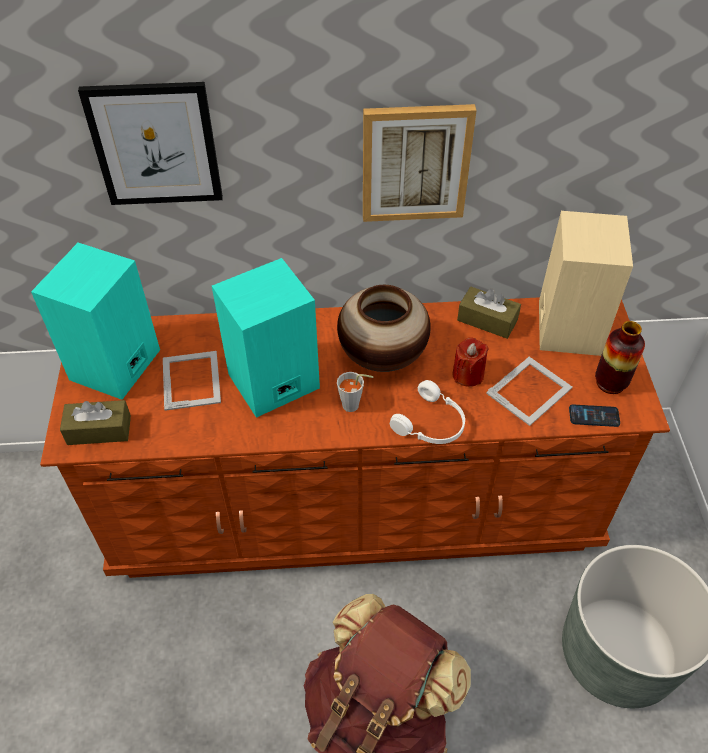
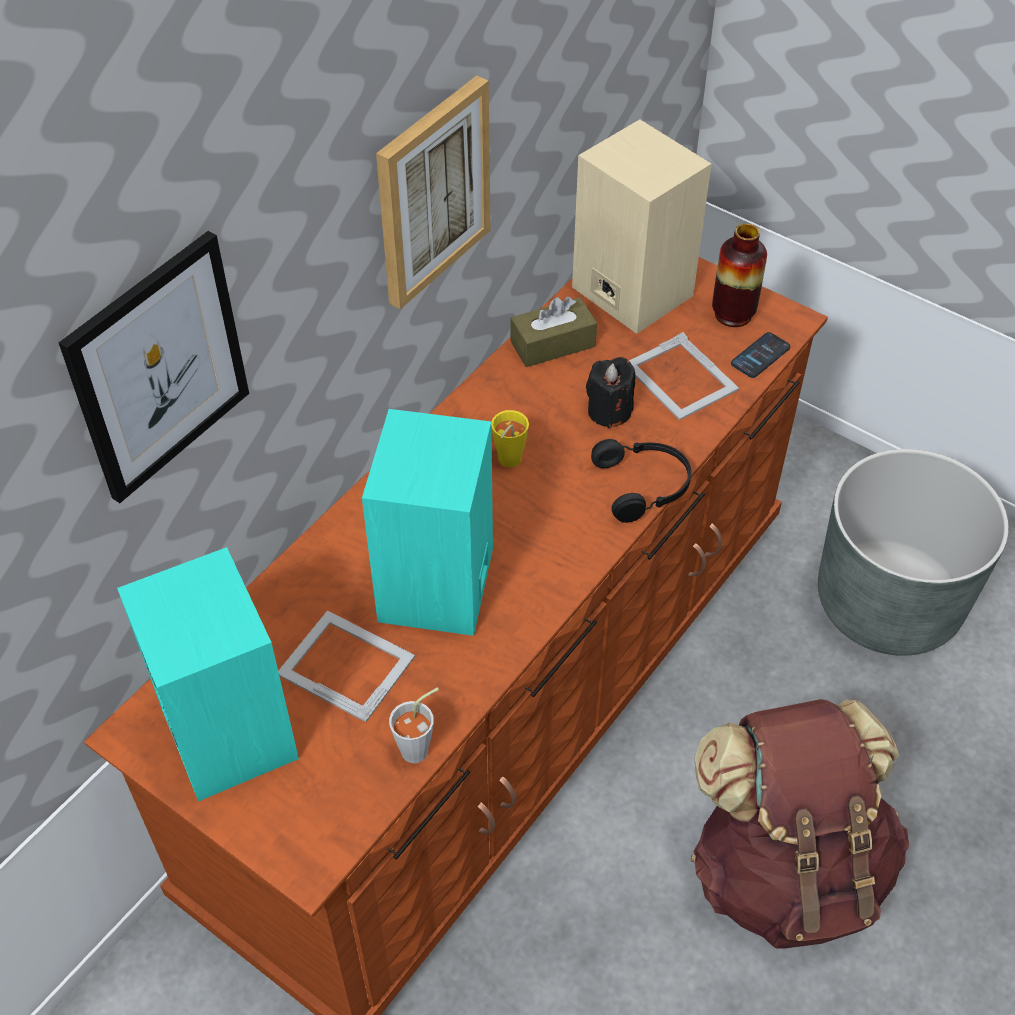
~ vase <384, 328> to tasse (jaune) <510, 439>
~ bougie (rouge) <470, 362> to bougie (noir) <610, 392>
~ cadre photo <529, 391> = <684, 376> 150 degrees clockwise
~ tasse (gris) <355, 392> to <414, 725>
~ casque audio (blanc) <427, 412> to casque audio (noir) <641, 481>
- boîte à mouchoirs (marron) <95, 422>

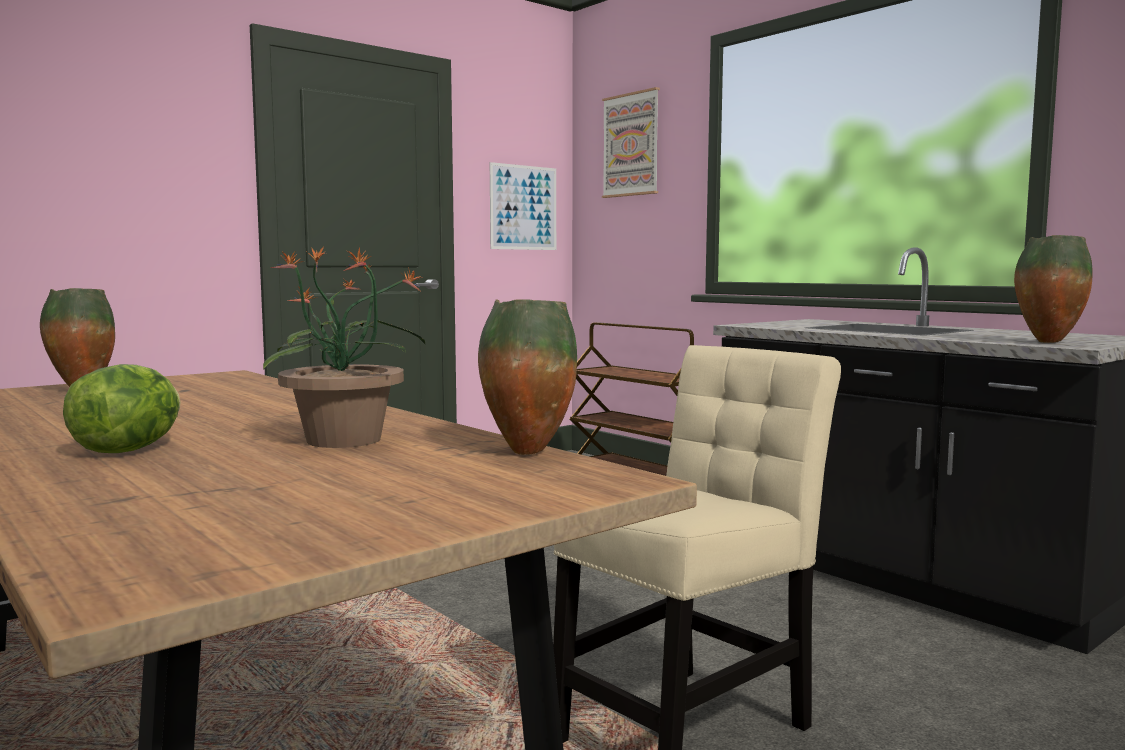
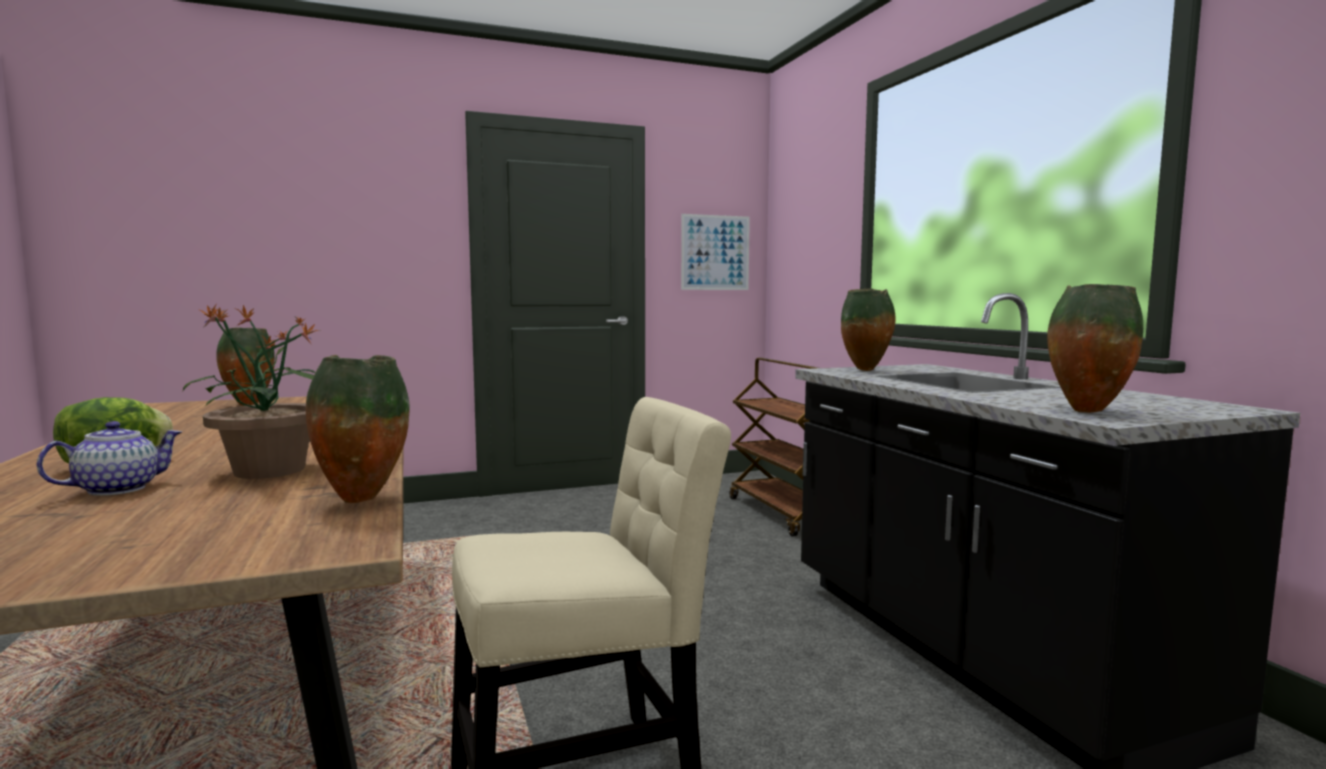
- tableau <631, 142>
+ vase <868, 330>
+ théière <109, 458>

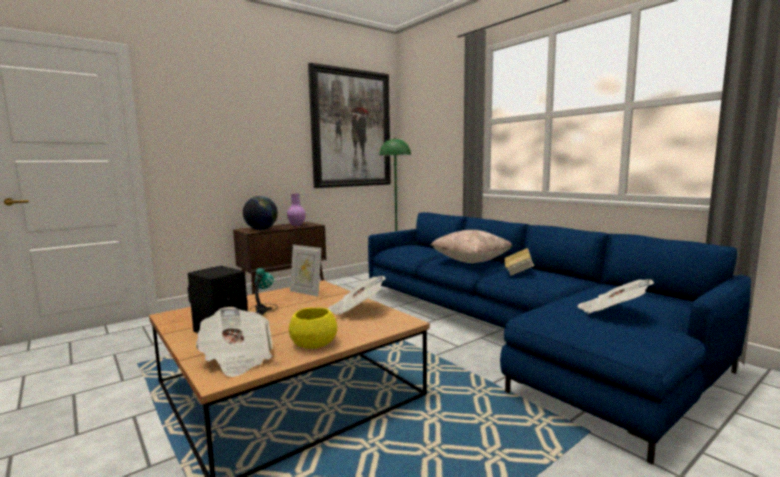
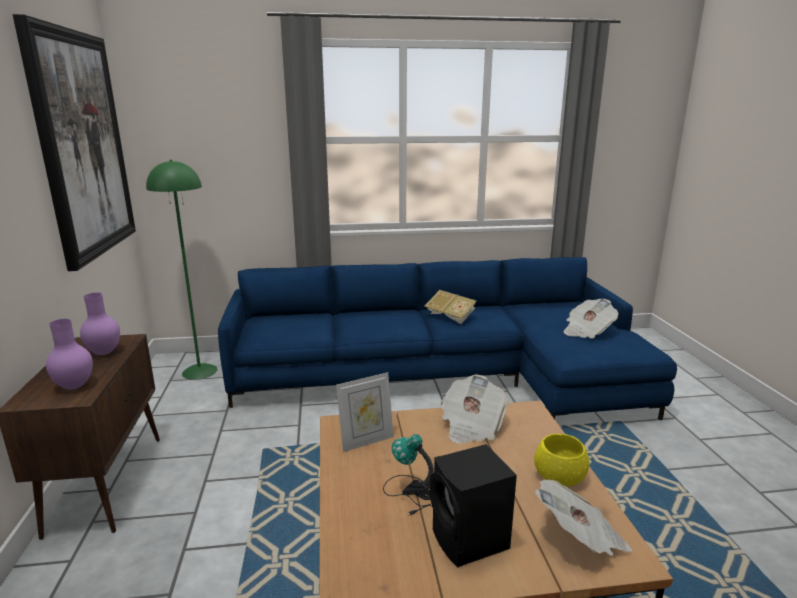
~ globe <260, 213> to vase (violet) <69, 354>
- coussin (beige) <471, 246>

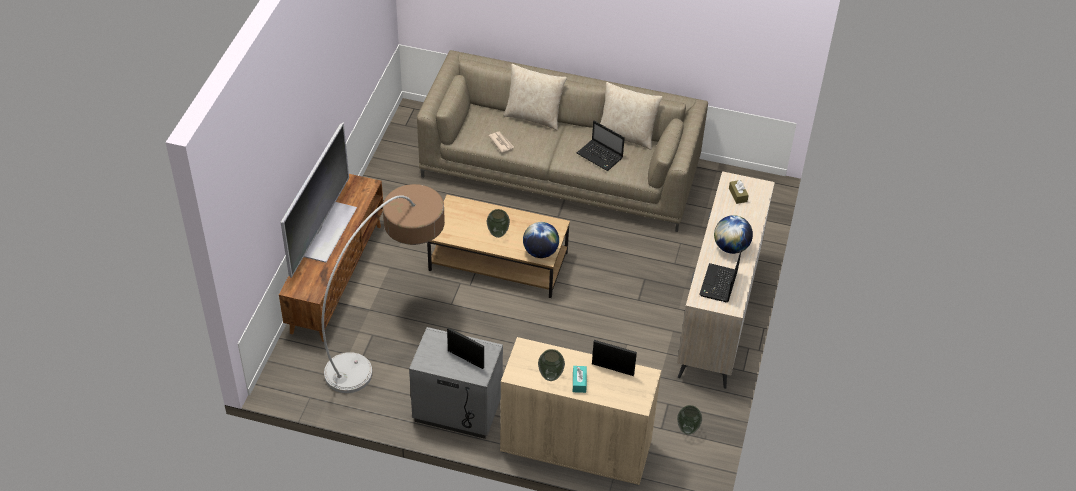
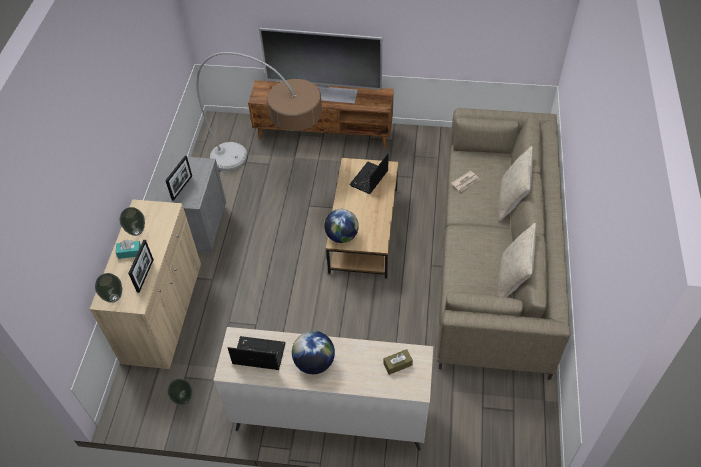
~ ordinateur portable <601, 146> to <369, 173>
~ vase <498, 223> to <108, 288>

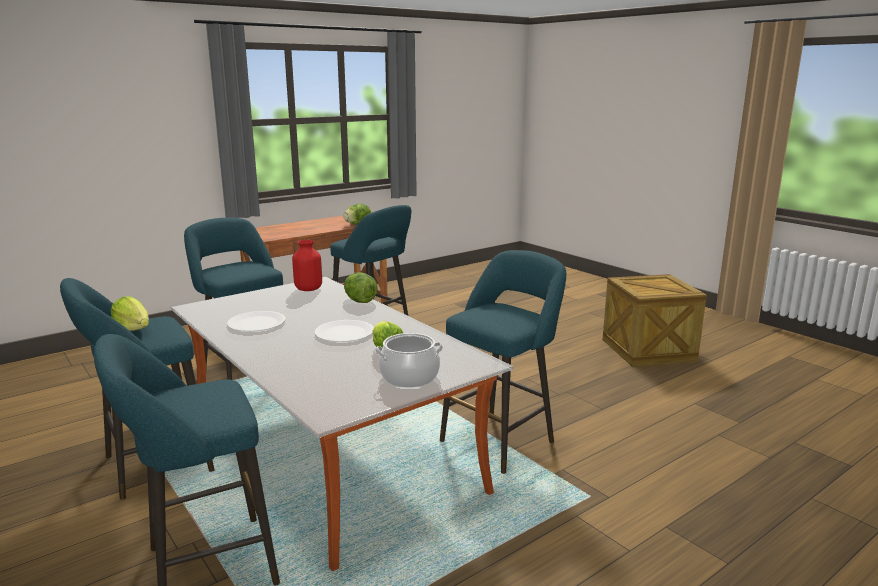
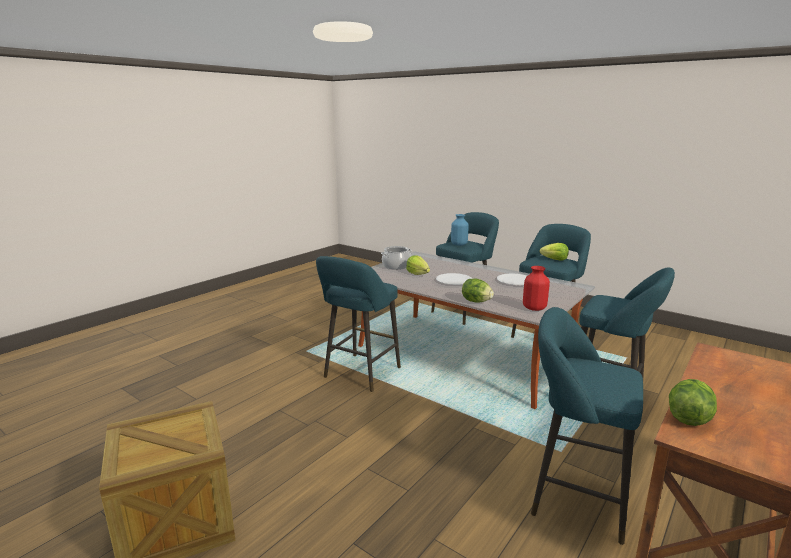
+ vase (bleu) <460, 230>

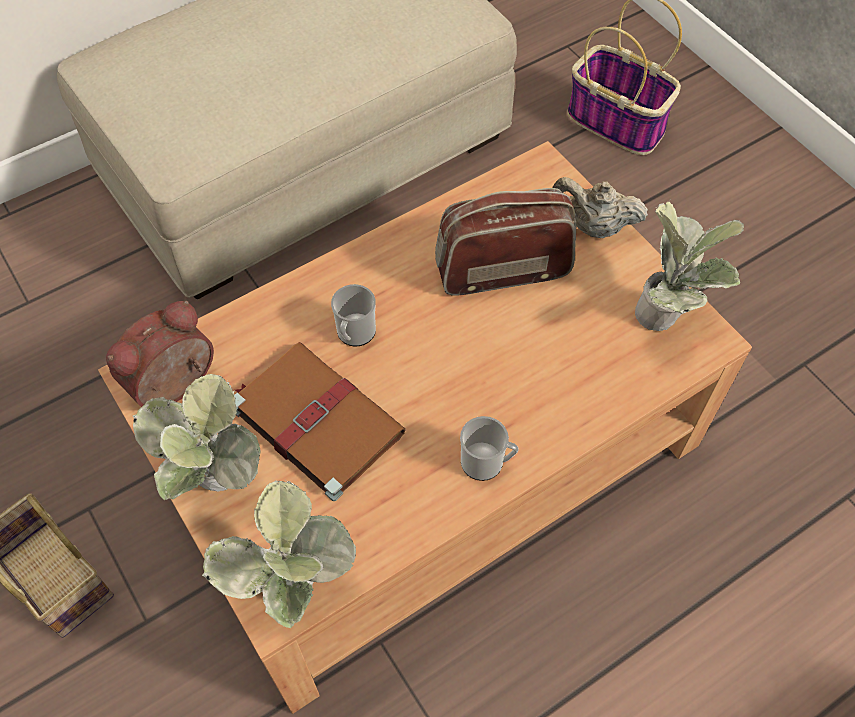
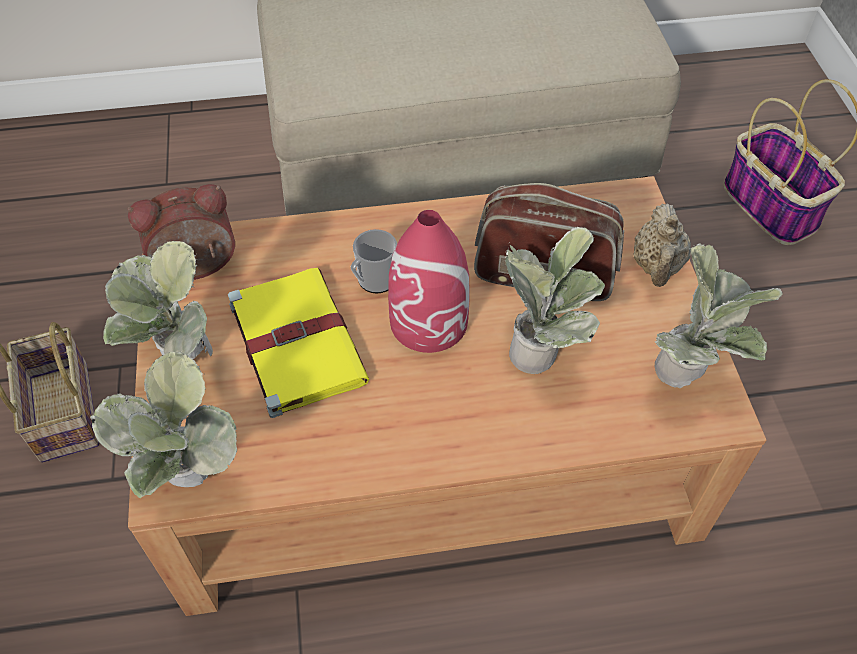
~ théière (beige) <600, 207> = <662, 245> 120 degrees counterclockwise
~ livre (marron) <320, 421> to livre (jaune) <298, 343>
- mug <489, 448>
+ vase (rouge) <429, 281>
+ plante en pot <555, 300>

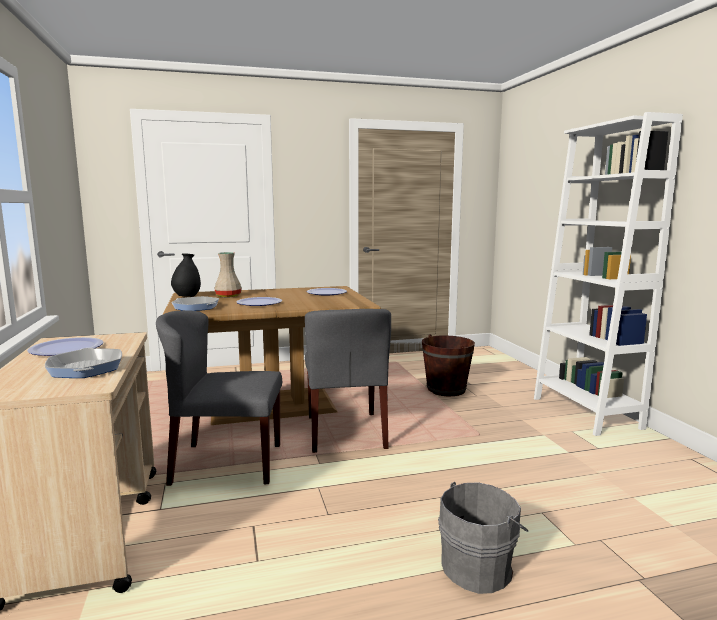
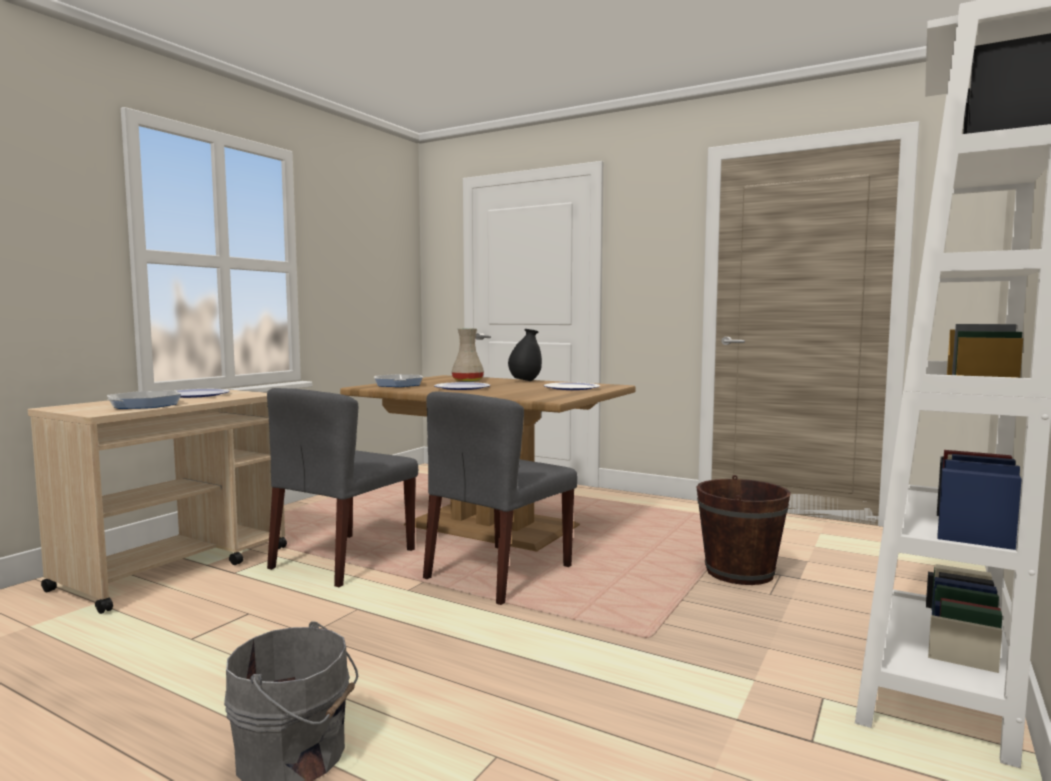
~ vase (noir) <186, 275> to <525, 355>
~ chaise (gris) <219, 398> = <342, 487> 105 degrees counterclockwise

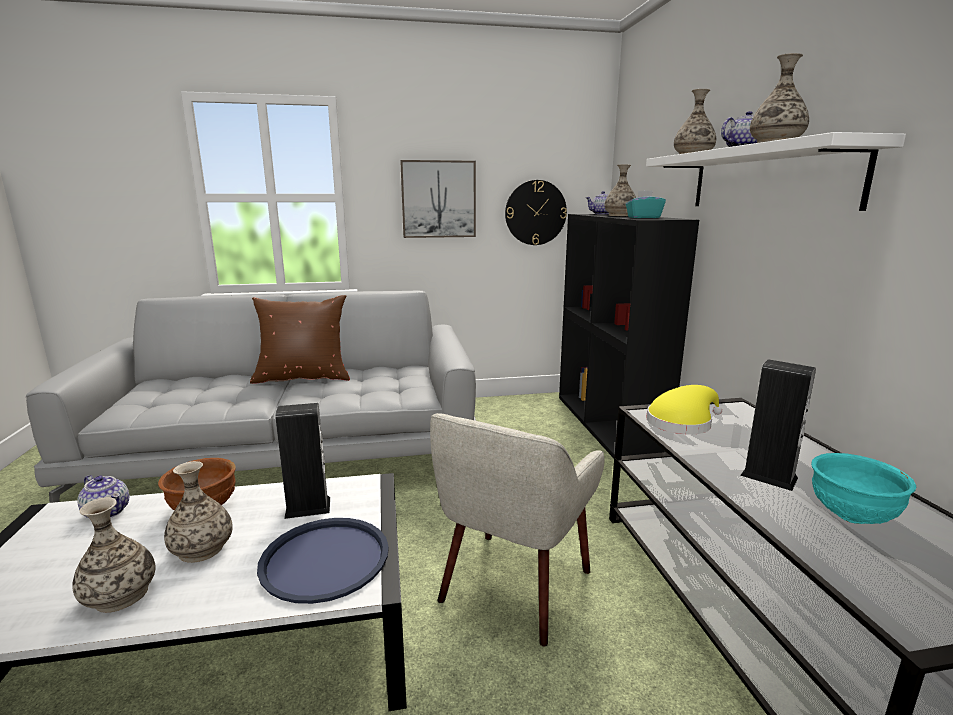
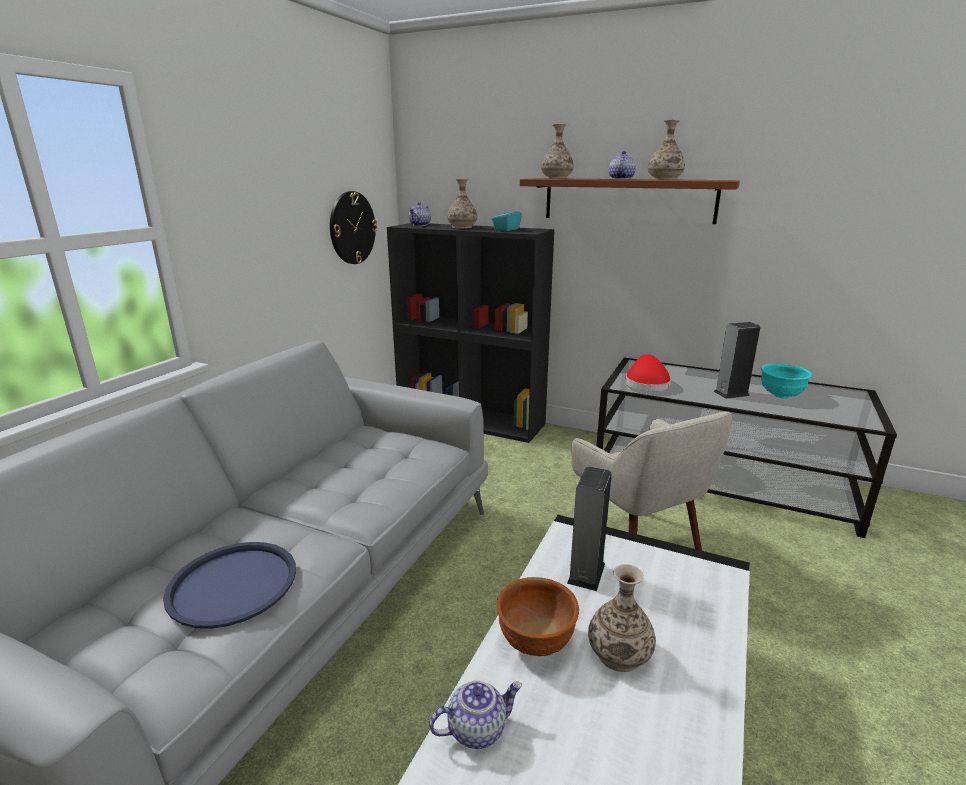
~ étagère (blanc) <776, 171> to étagère (marron) <630, 201>
- tableau <438, 199>
- coussin (marron) <300, 339>
~ chapeau (jaune) <684, 409> to chapeau (rouge) <648, 373>
- vase <114, 555>
~ plateau (bleu) <323, 561> to <229, 585>

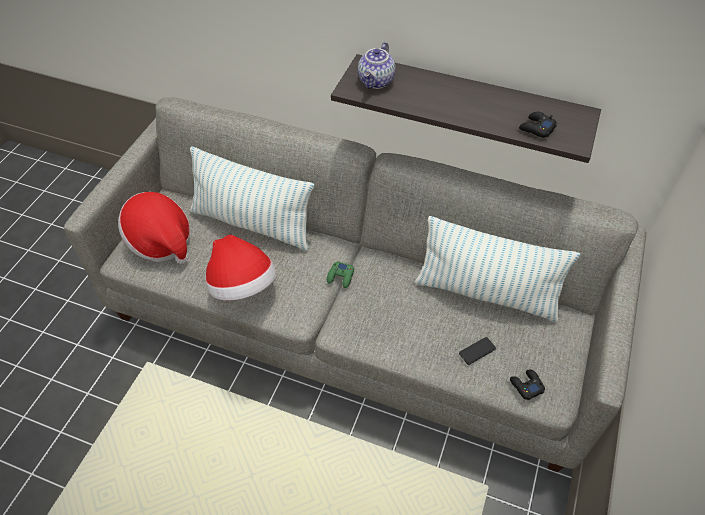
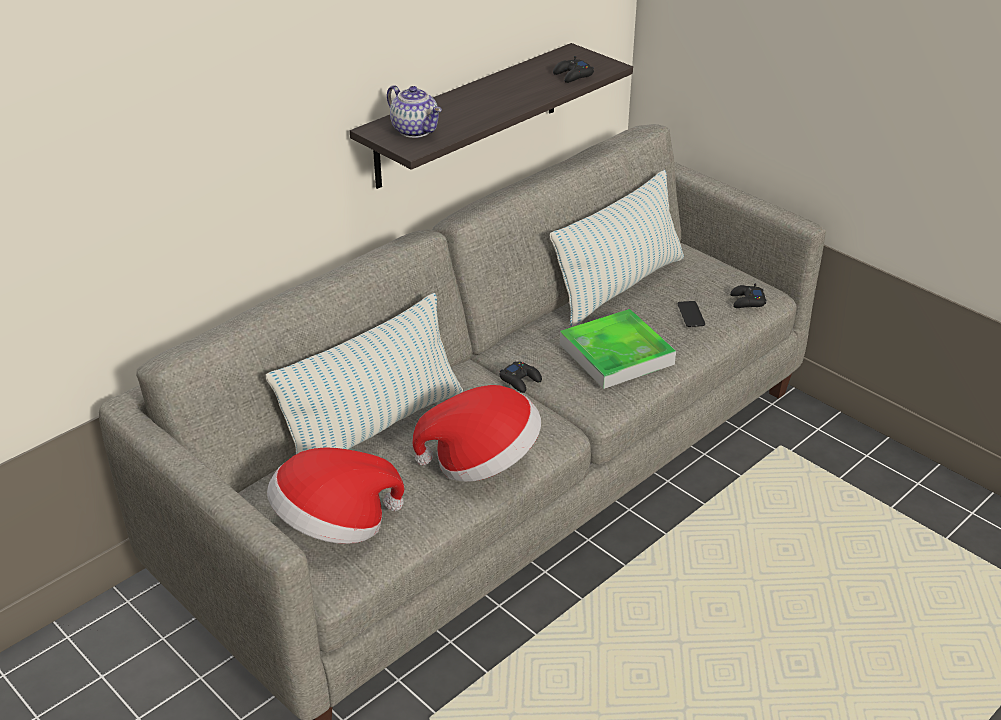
~ manette (vert) <340, 274> to manette (noir) <521, 377>
+ plateau <618, 349>

